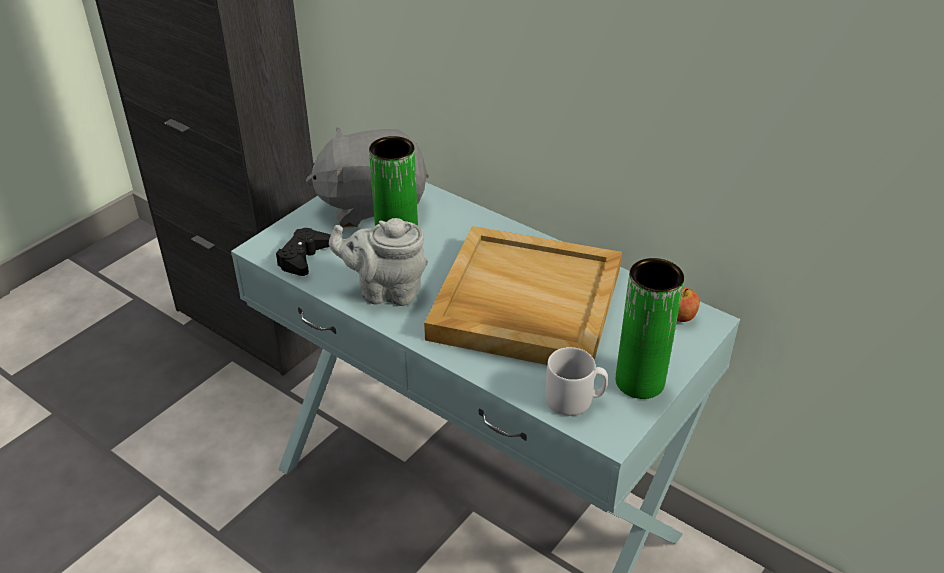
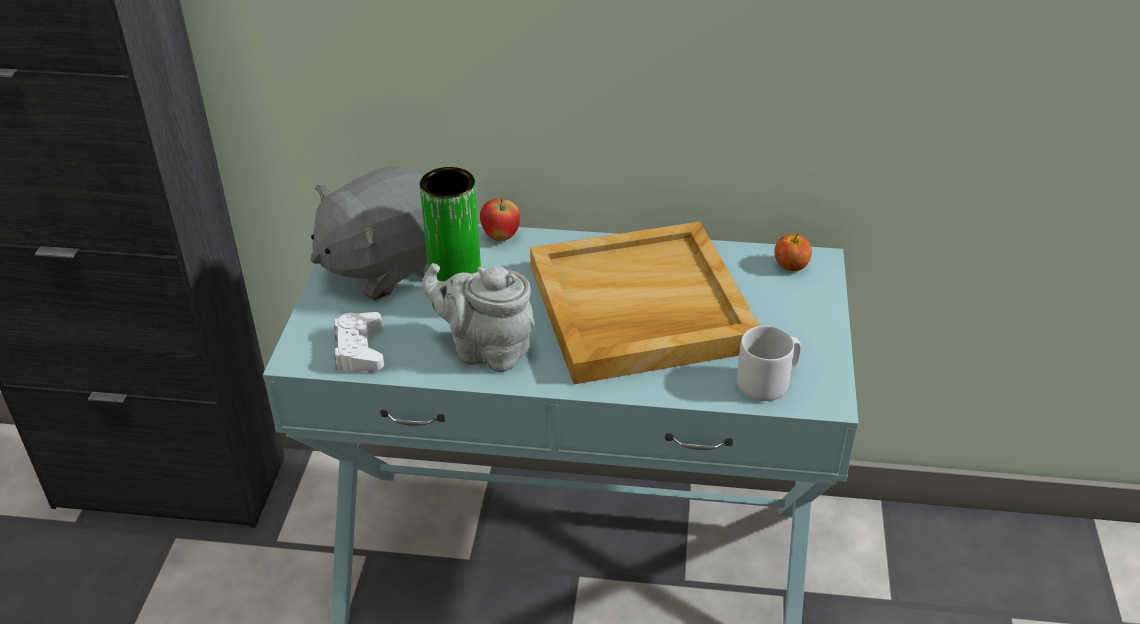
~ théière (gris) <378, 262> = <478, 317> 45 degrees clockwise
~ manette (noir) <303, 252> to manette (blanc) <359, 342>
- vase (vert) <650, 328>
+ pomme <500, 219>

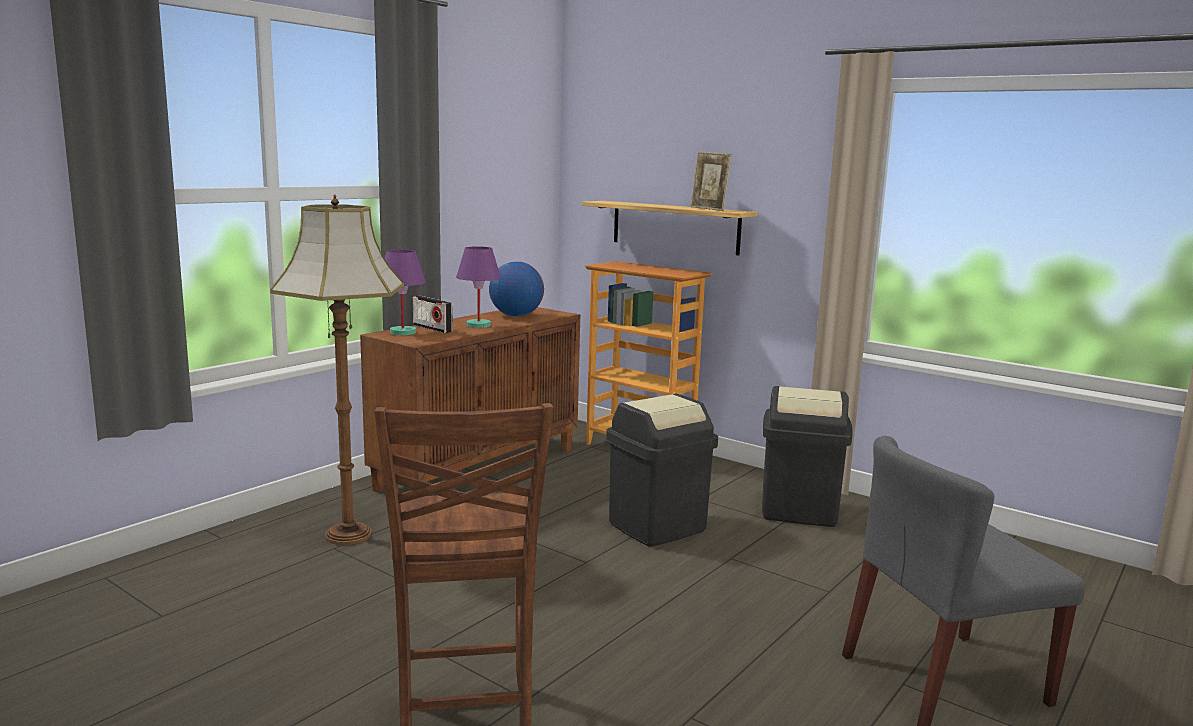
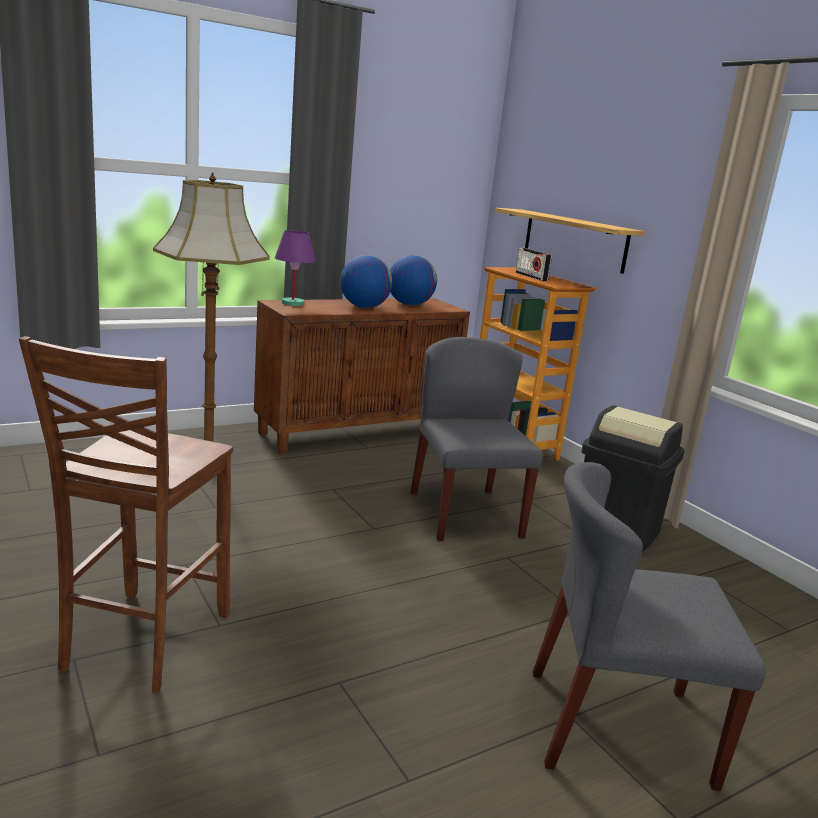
- cadre photo <711, 181>
~ lampe de table (violet) <478, 287> to globe <366, 281>
~ radio <433, 314> to <534, 264>
~ poubelle (noir) <662, 470> to chaise (gris) <477, 439>

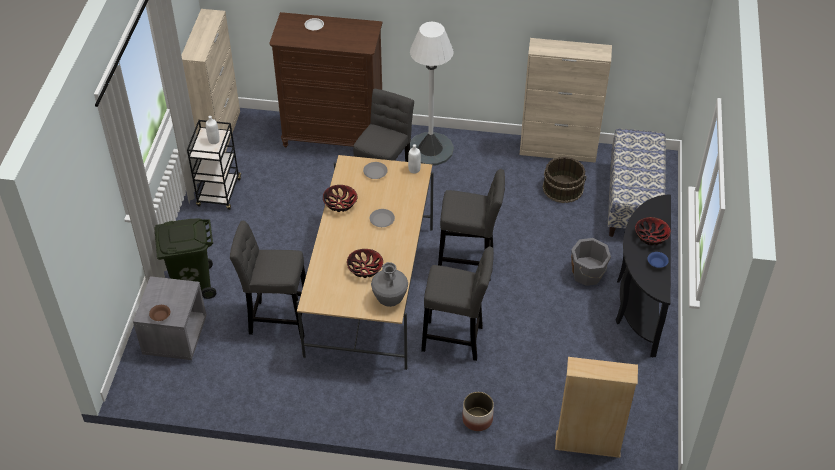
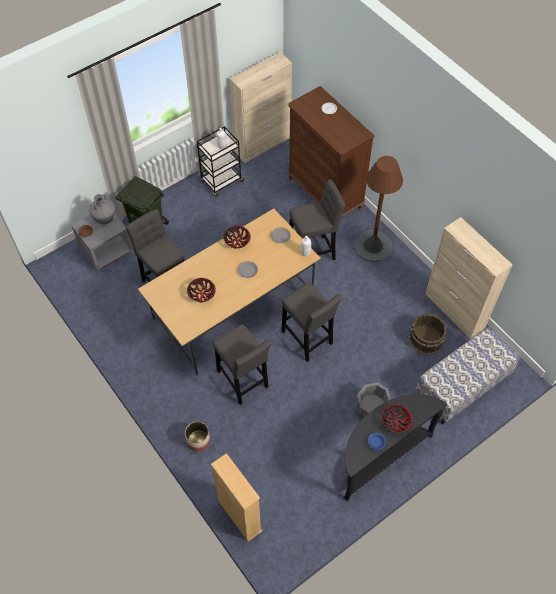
~ lampadaire (blanc) <432, 93> to lampadaire (marron) <379, 209>
~ vase (gris) <389, 284> to <102, 209>

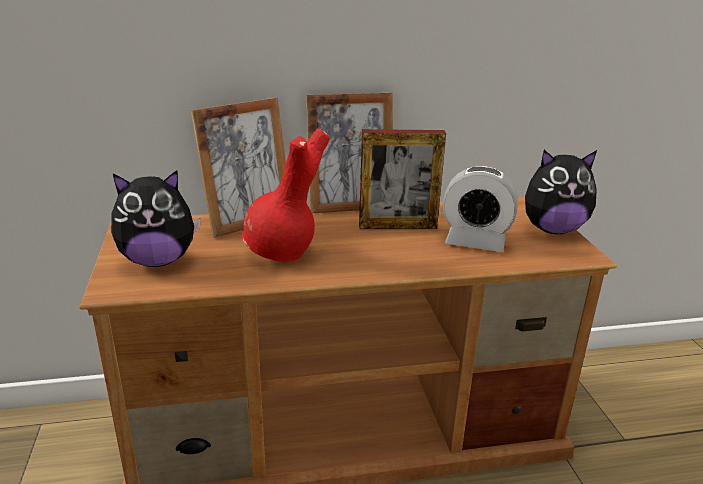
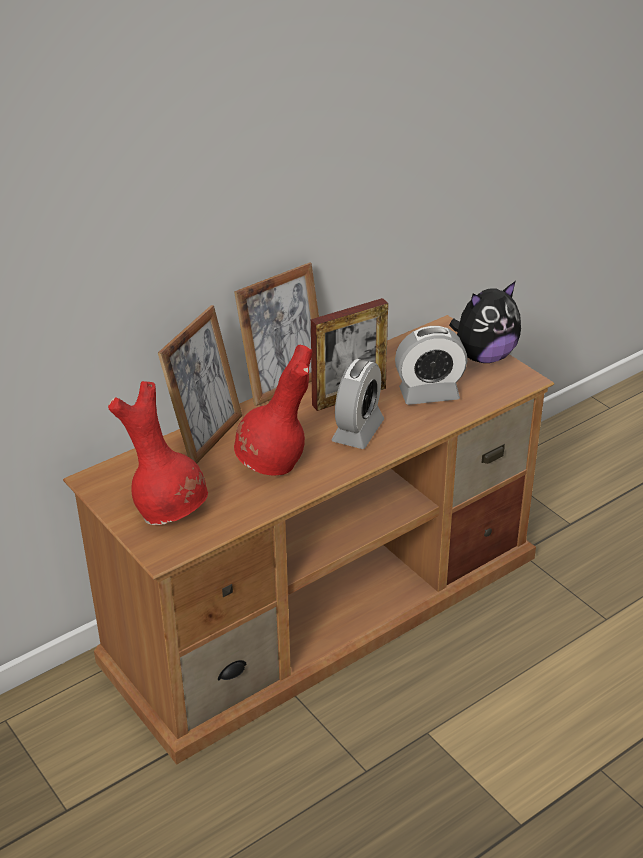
~ peluche <156, 218> to vase (rouge) <158, 453>
+ réveil <358, 404>

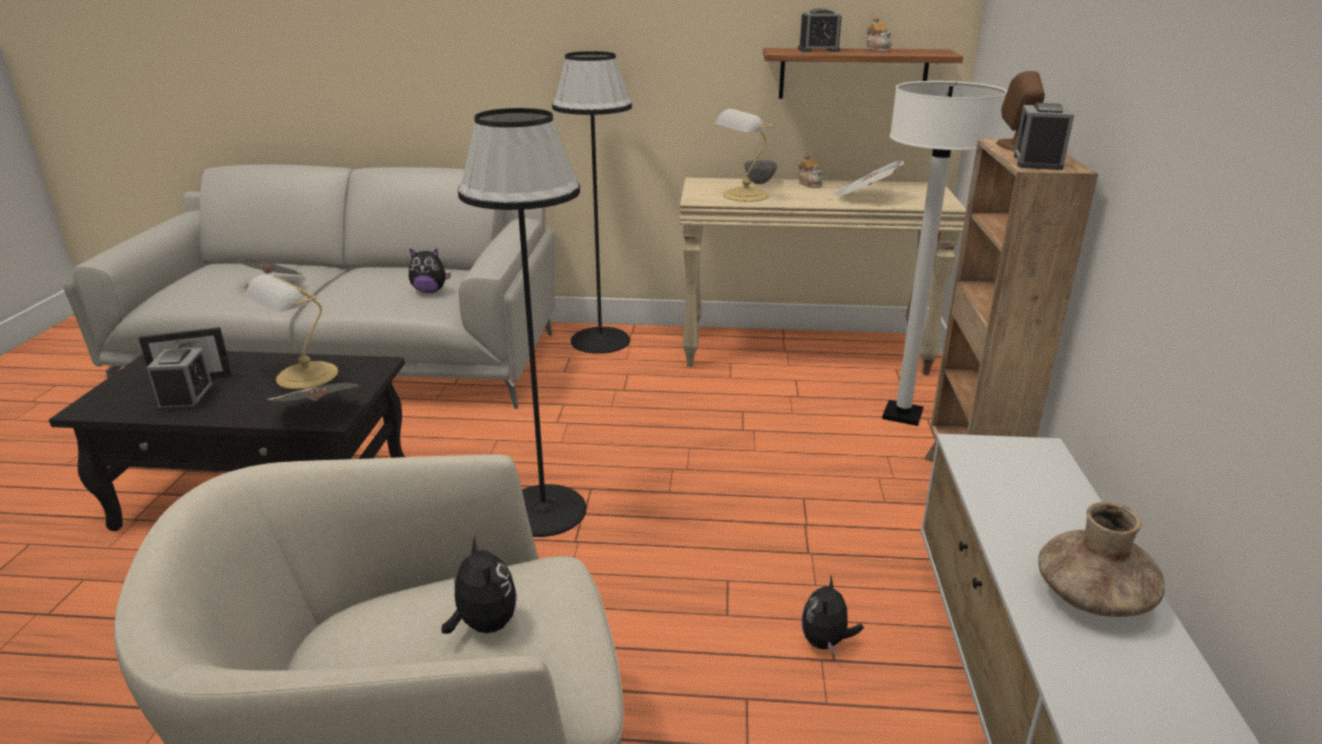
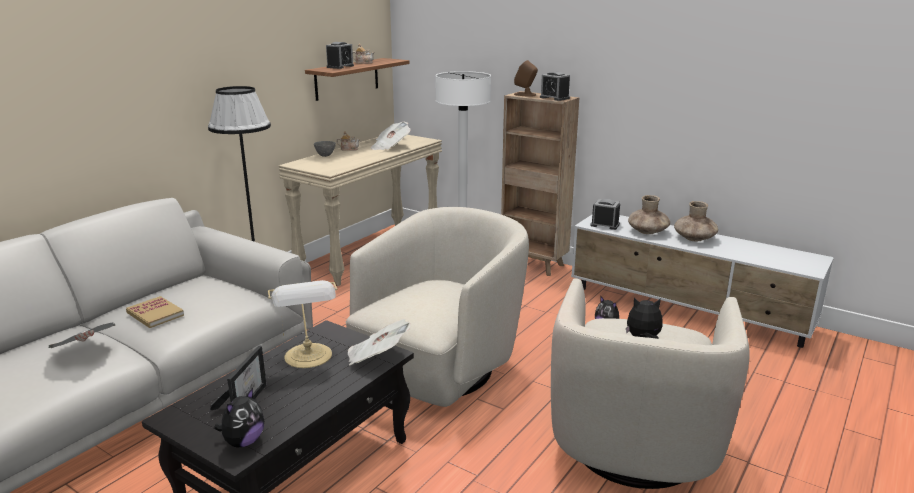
~ lampadaire (noir) <522, 322> to fauteuil (beige) <437, 307>
- lampe de table <744, 155>
~ peluche <430, 270> to <239, 418>
~ réveil <180, 379> to <605, 214>
+ vase (marron) <649, 214>
+ livre <155, 312>

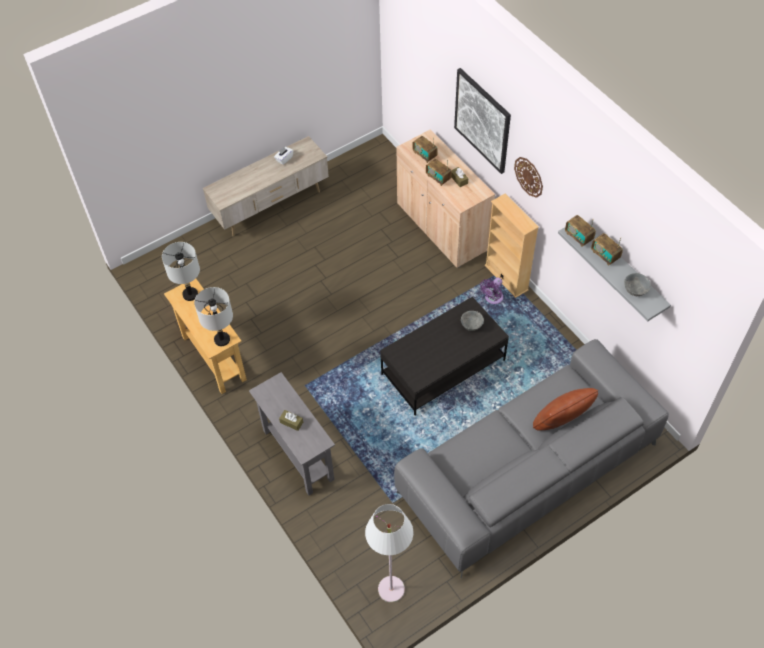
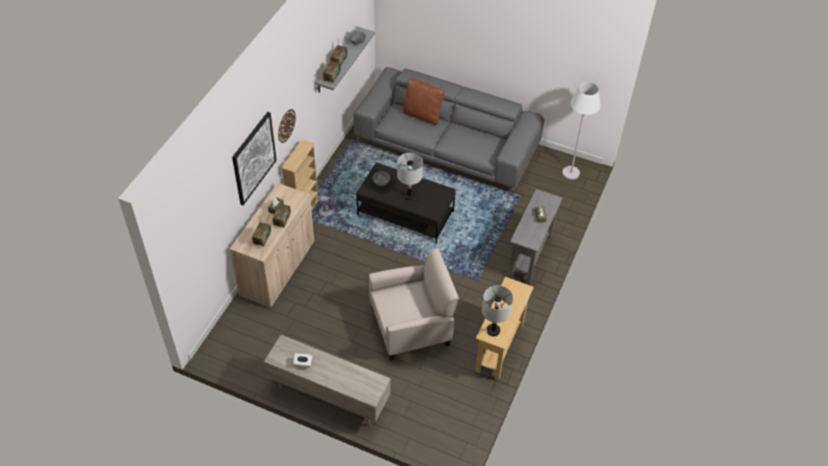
~ lampe de table (gris) <213, 316> to <410, 177>
+ fauteuil (beige) <414, 304>

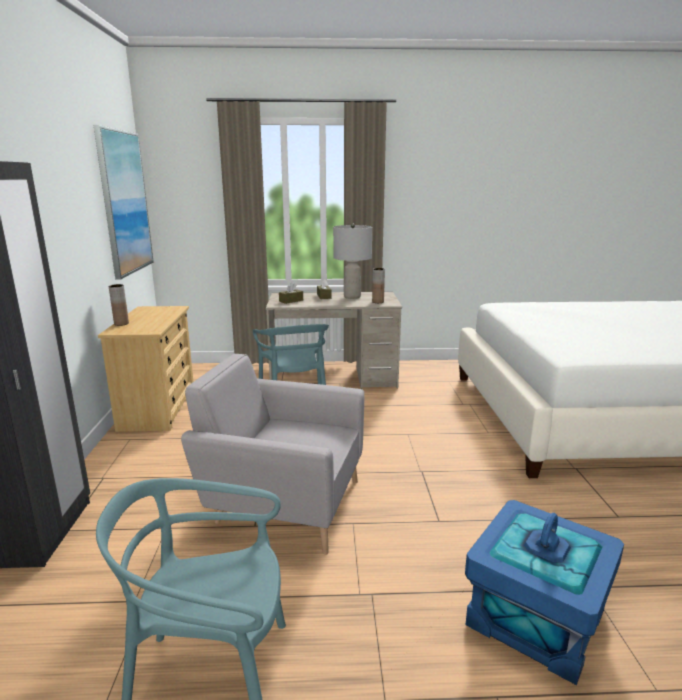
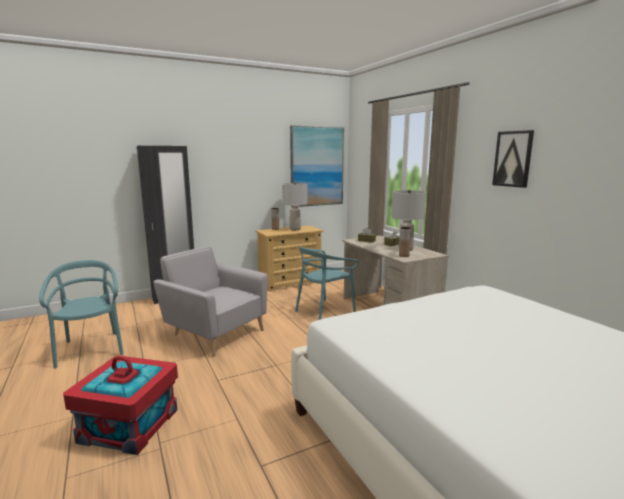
~ fauteuil (gris) <272, 454> = <210, 302> 45 degrees counterclockwise
~ boîte de rangement (bleu) <544, 592> to boîte de rangement (rouge) <120, 405>
+ tableau <513, 159>
+ lampe de table (gris) <294, 206>

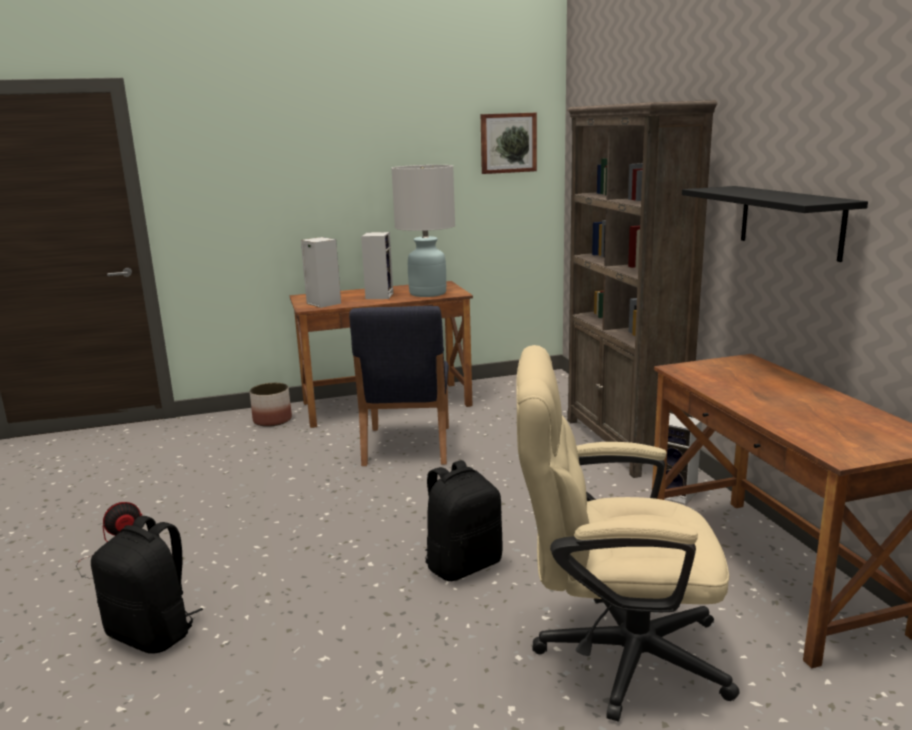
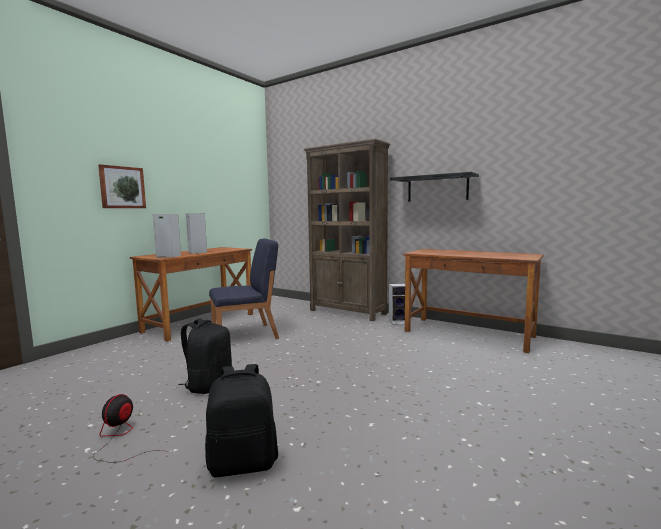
~ tableau <509, 143> to <122, 186>
- lampe de table (blanc) <423, 231>
~ chaise (bleu) <399, 386> = <244, 288> 75 degrees counterclockwise
- chaise de bureau (beige) <628, 533>
- cache-pot <271, 405>
~ sac à dos (noir) <464, 520> to <205, 356>

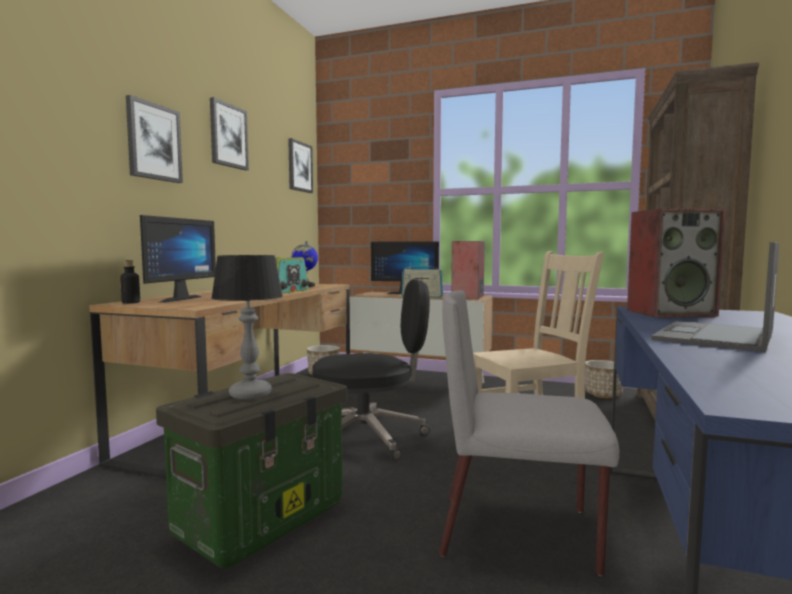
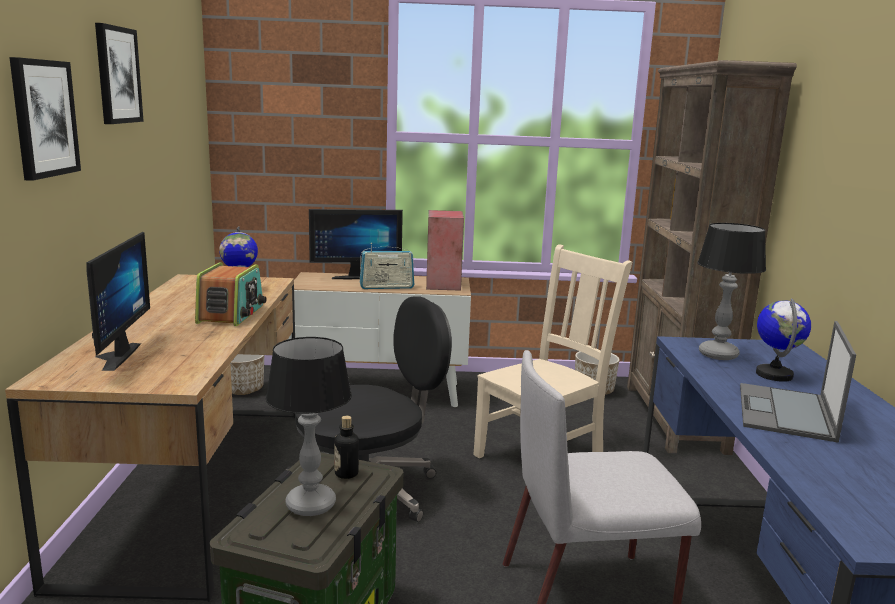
- tableau <300, 165>
~ enceinte <676, 263> to lampe de table <731, 291>
~ bouteille <130, 282> to <346, 447>
+ globe <783, 340>

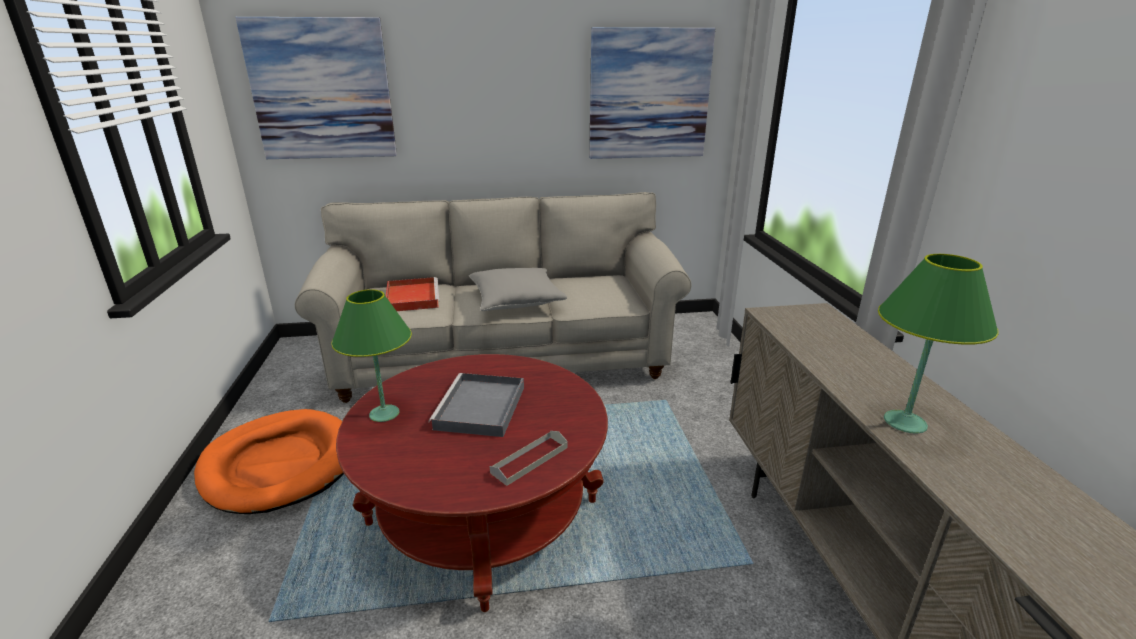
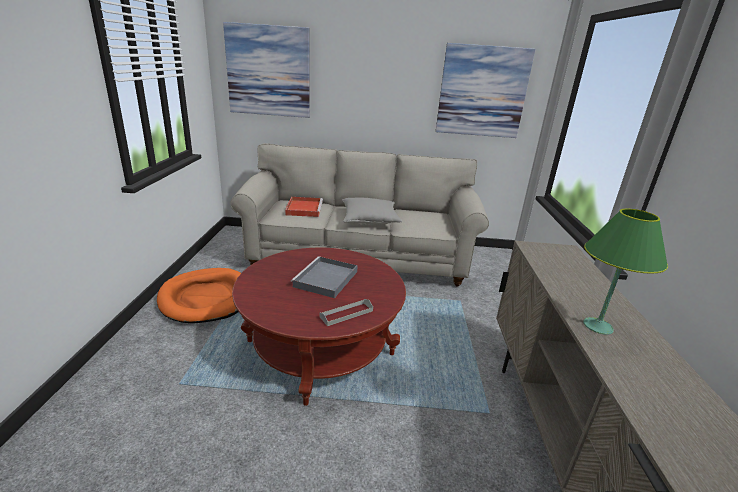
- lampe de table (vert) <371, 355>

